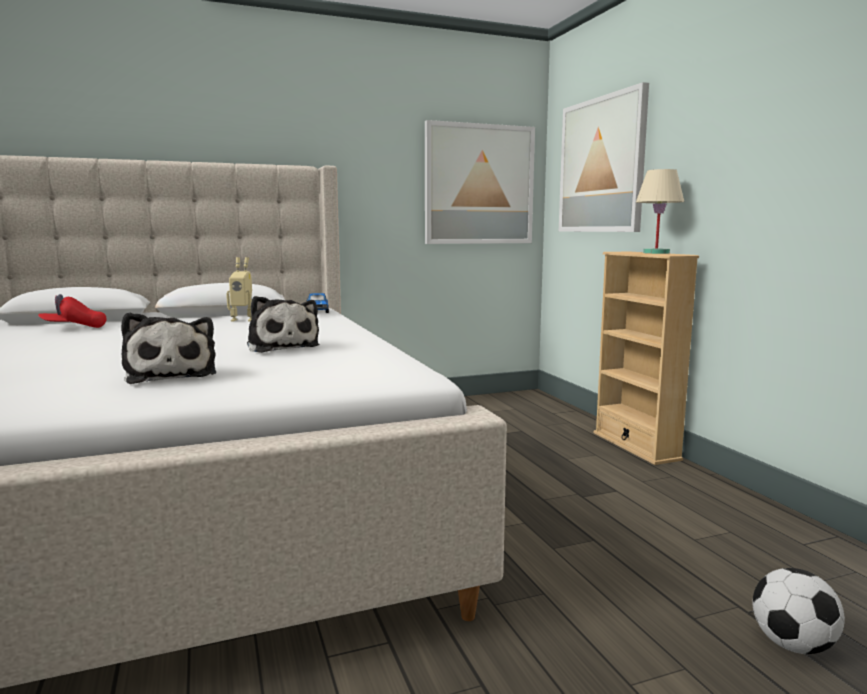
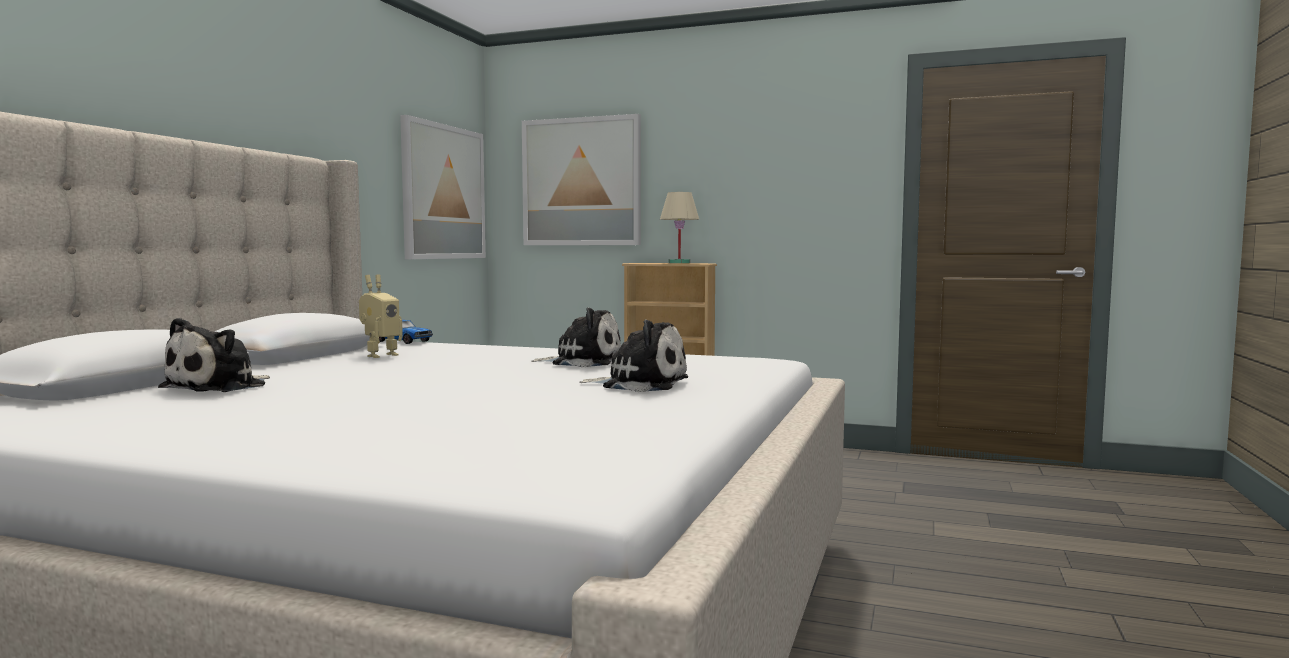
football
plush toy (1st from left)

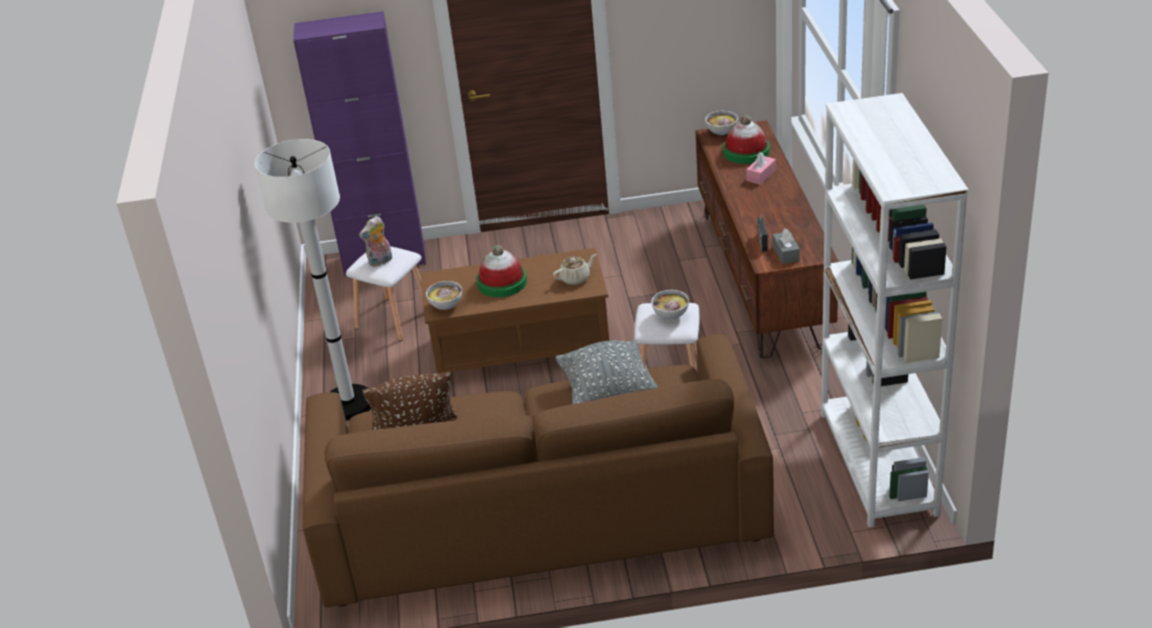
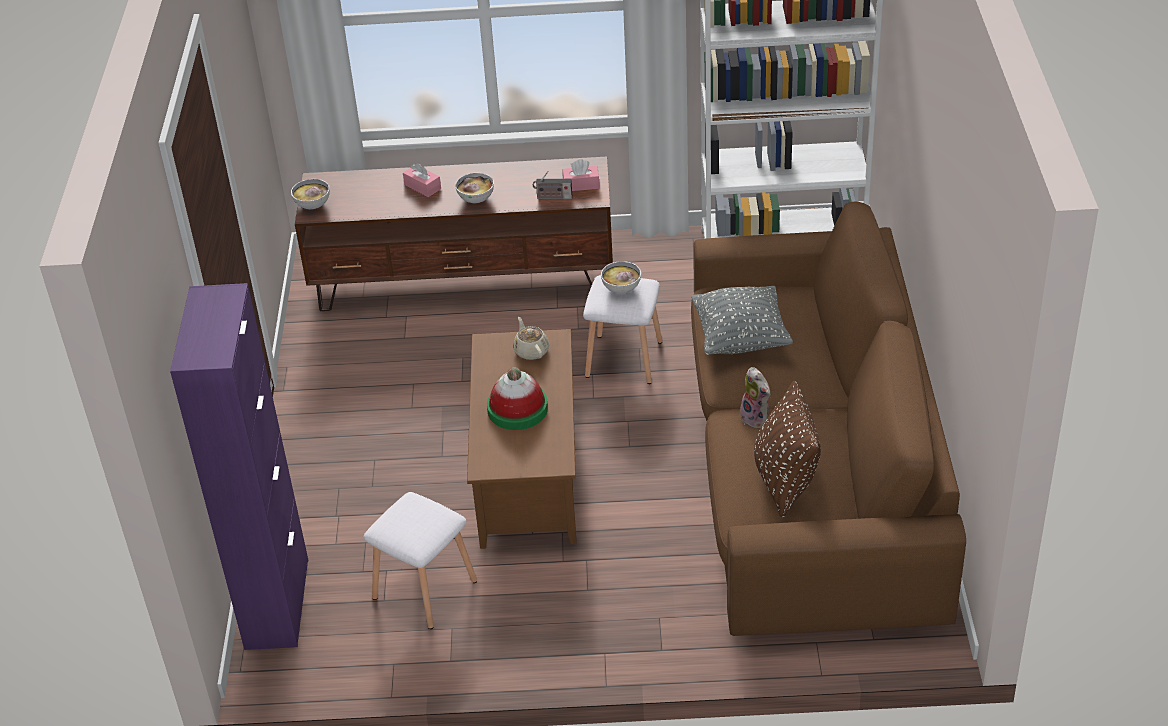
white floor lamp
hat (2nd from left in the first image)
plush toy
bowl (2nd from left)
pink tissue box (2nd from left)

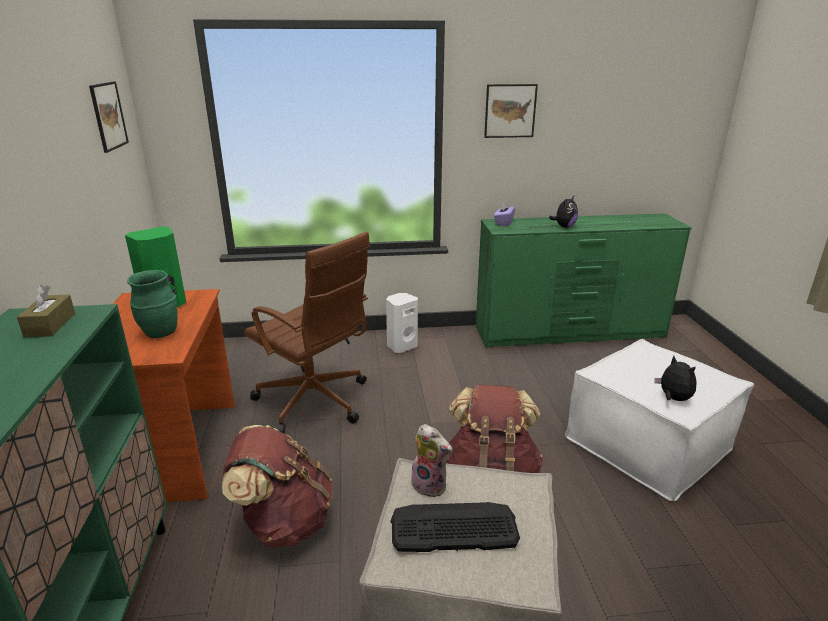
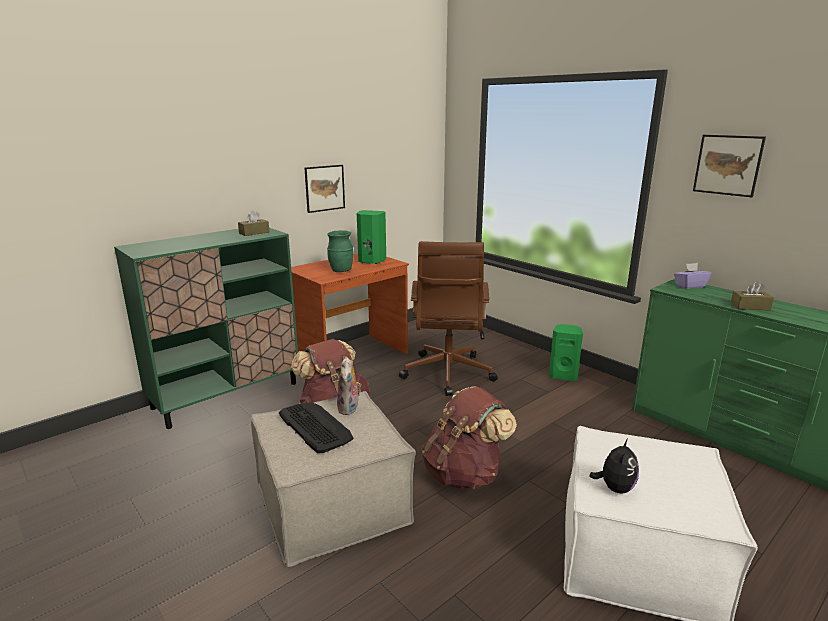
picture (1st from left)
brown tissue box (2nd from left)
green speaker (2nd from left)

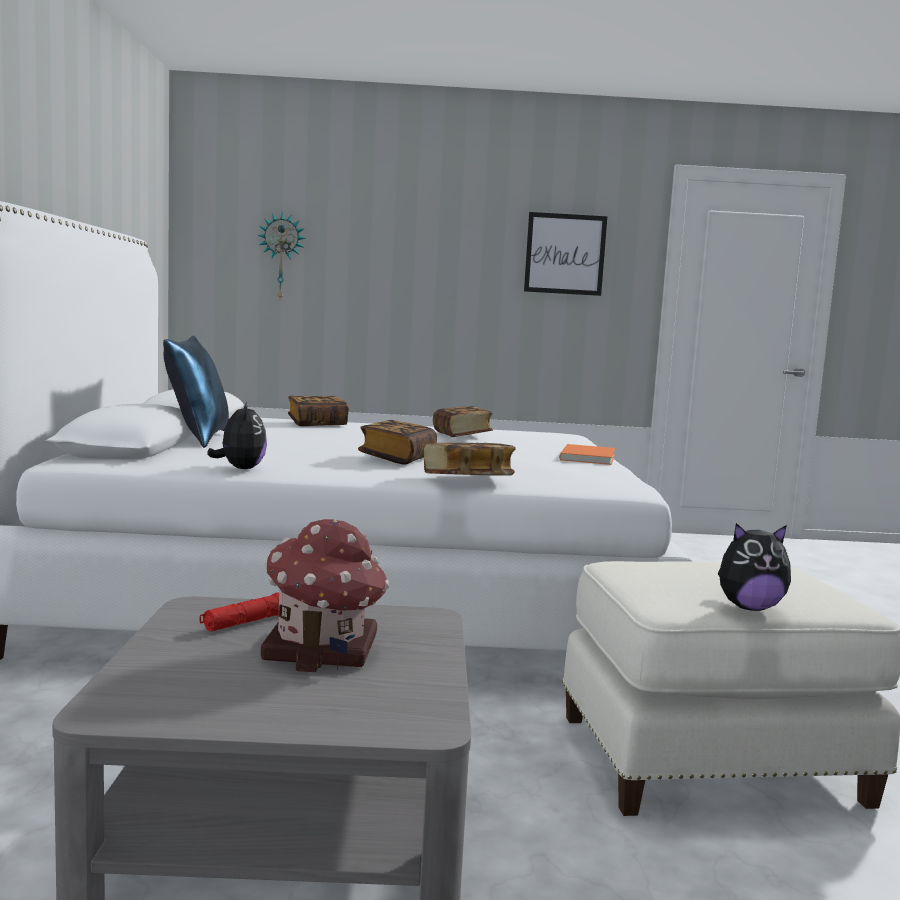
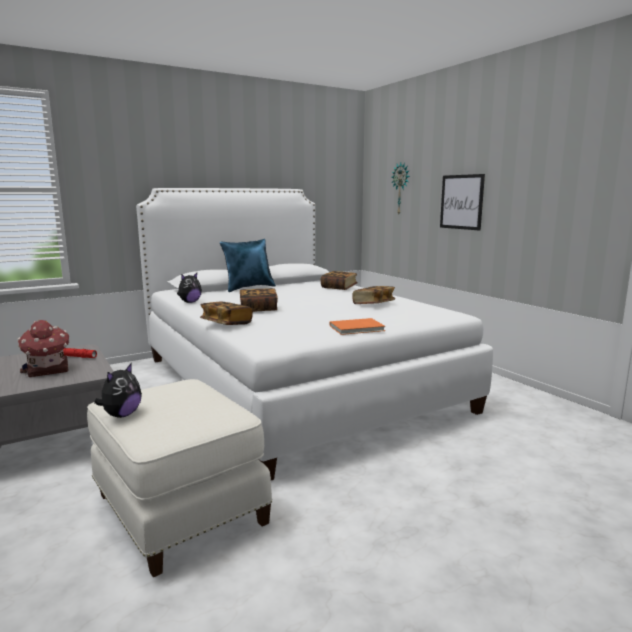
picture
plush toy (1st from left)

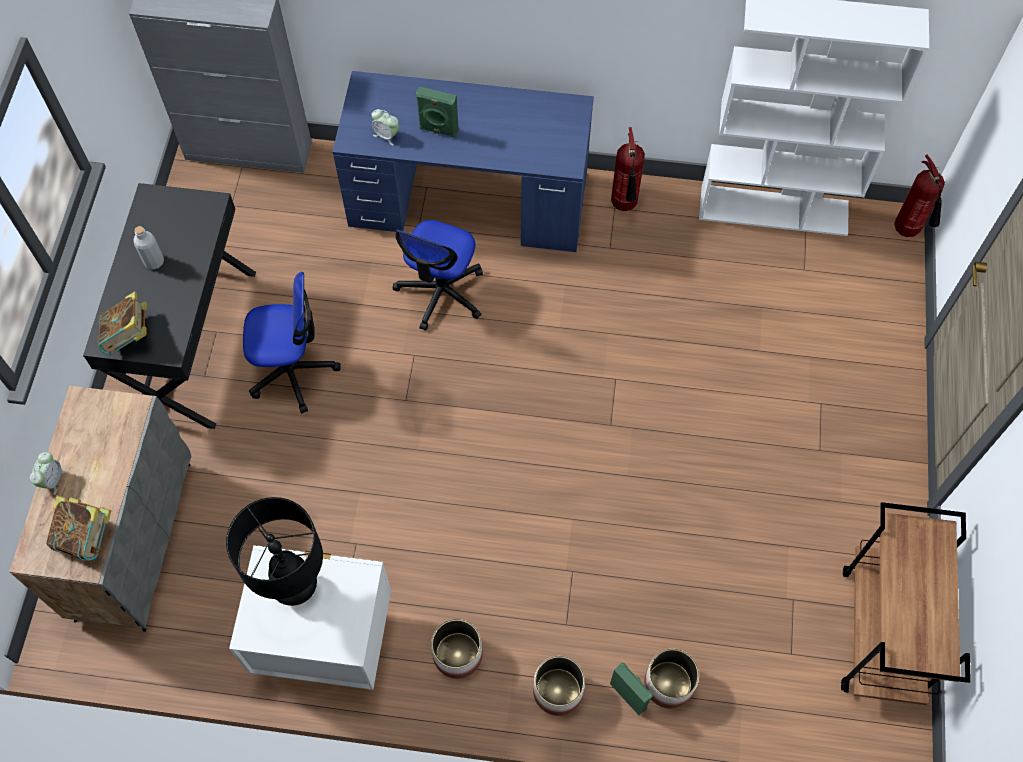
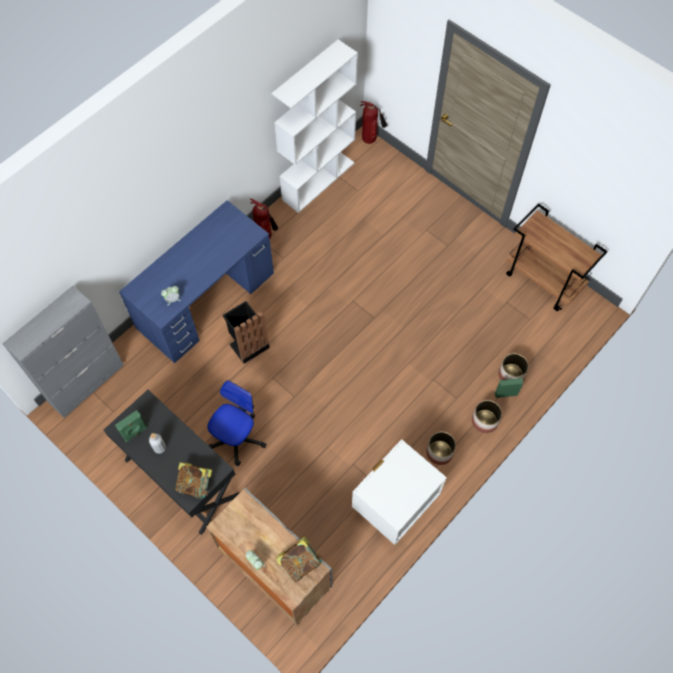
black table lamp
green speaker (1st from left)
black trash can

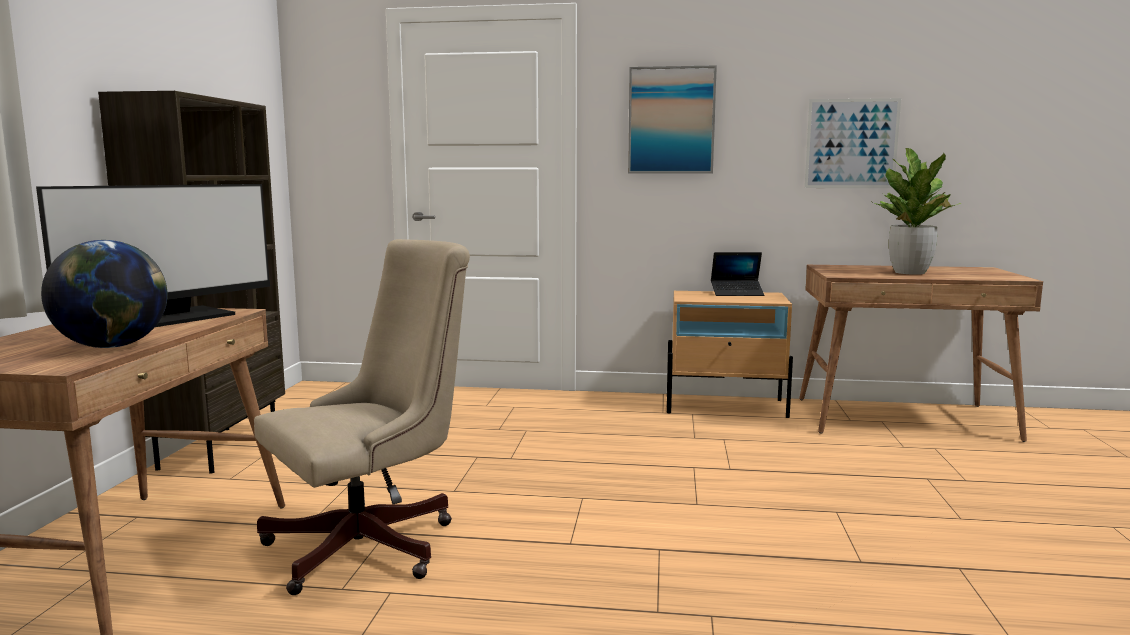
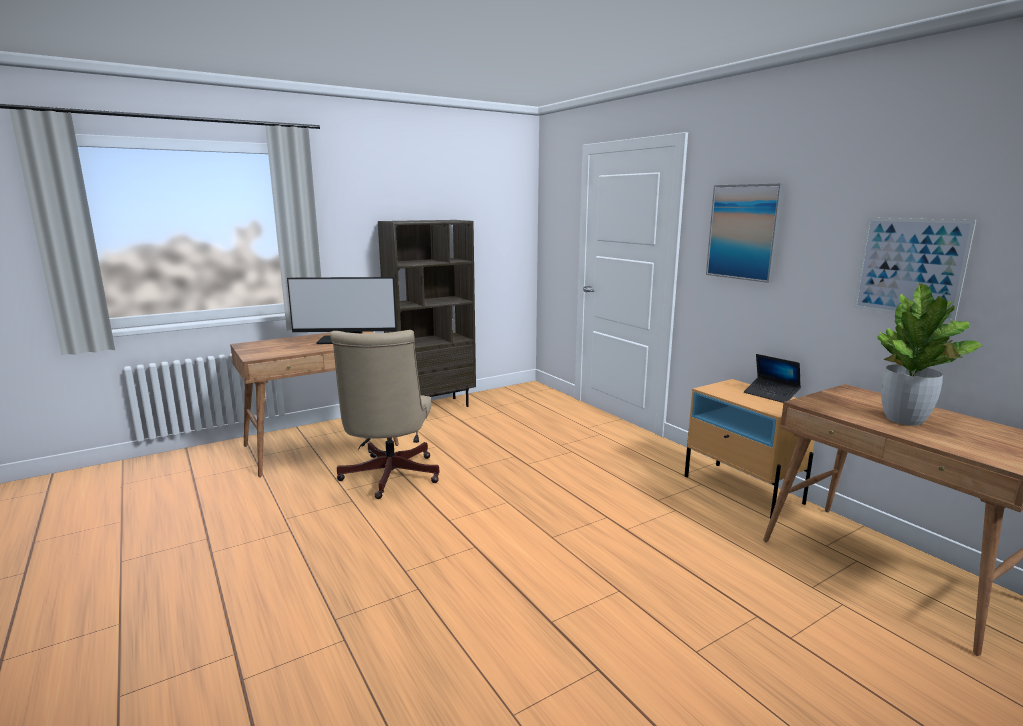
globe
beige office chair

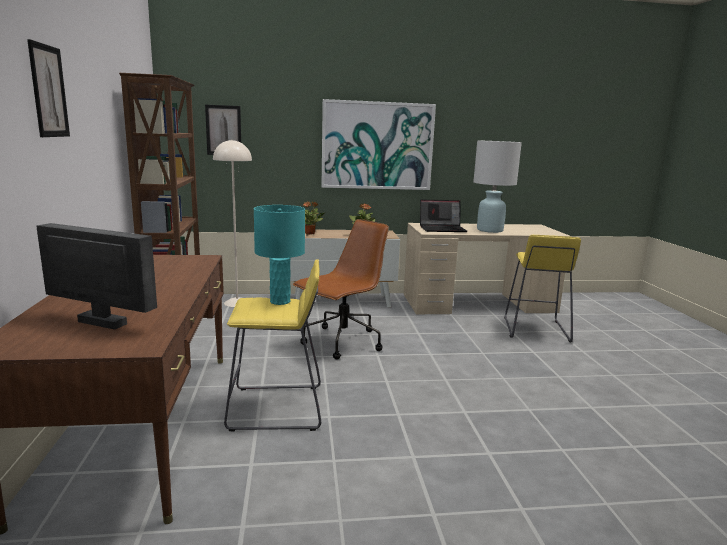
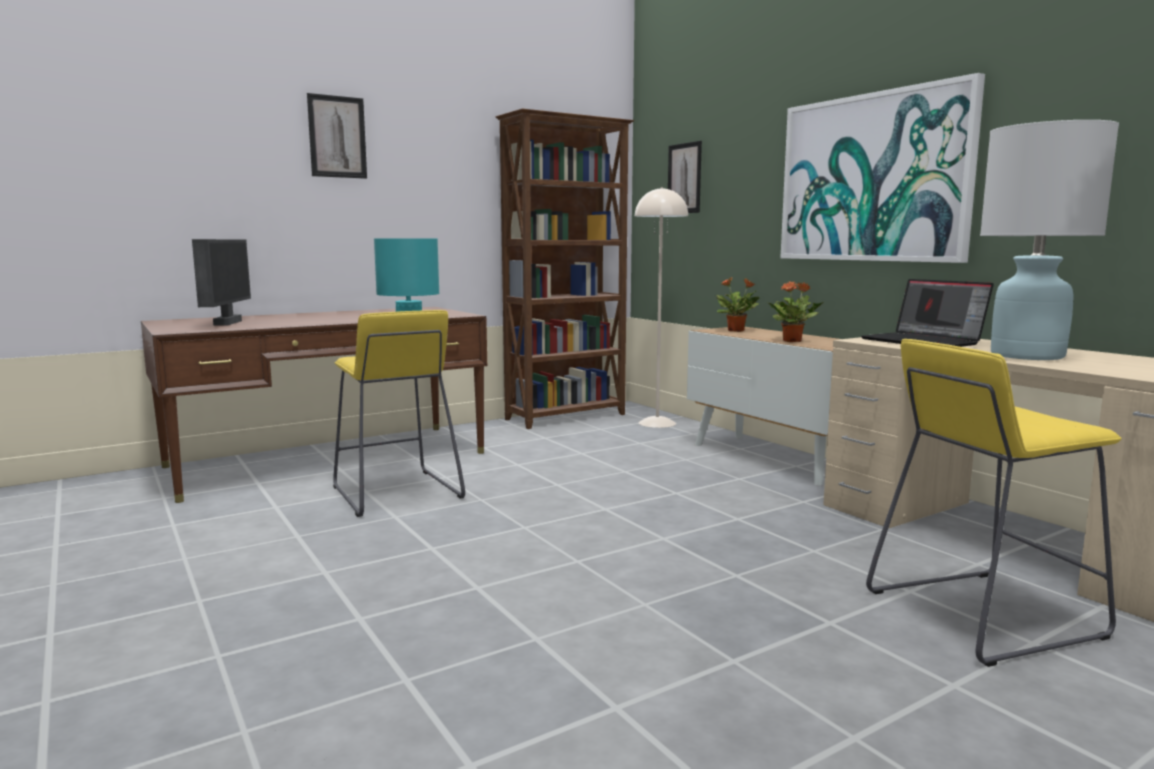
brown office chair

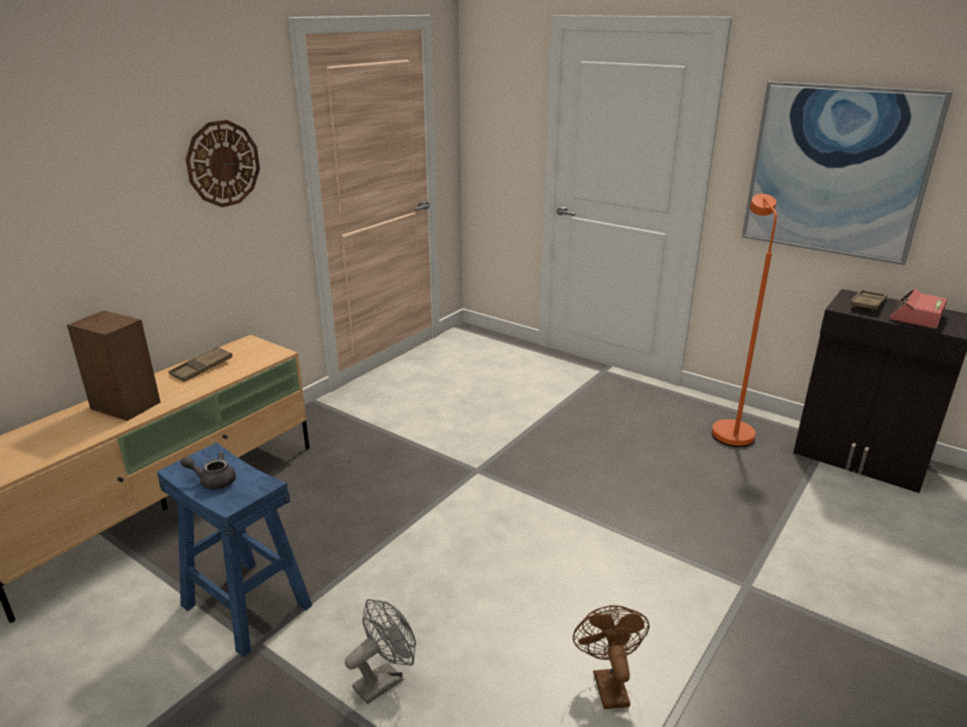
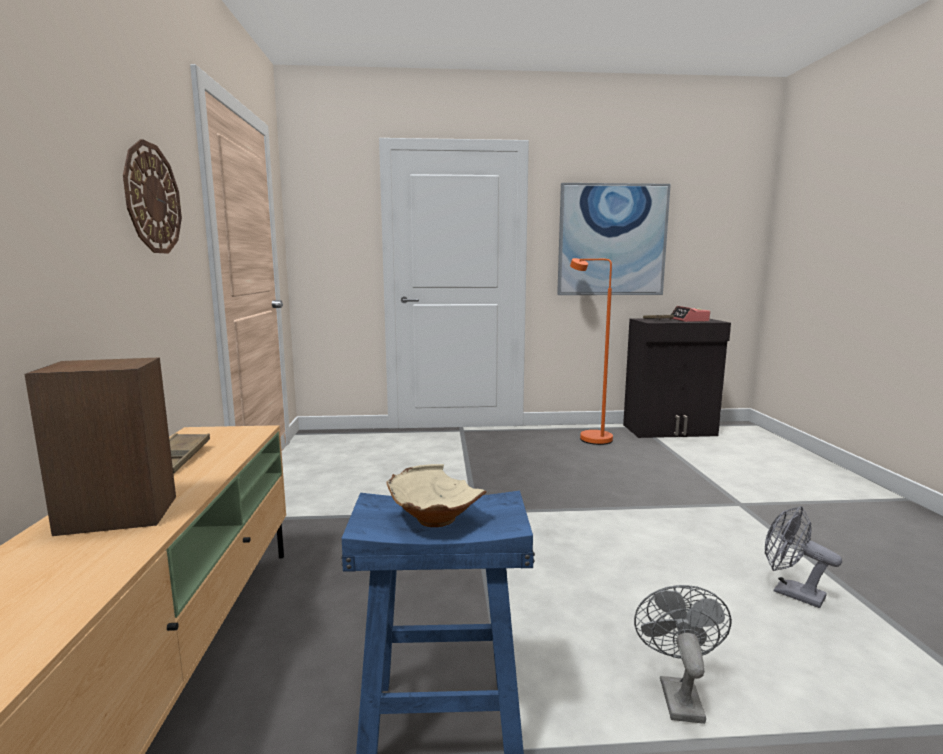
beige bowl
grey fan (2nd from left)

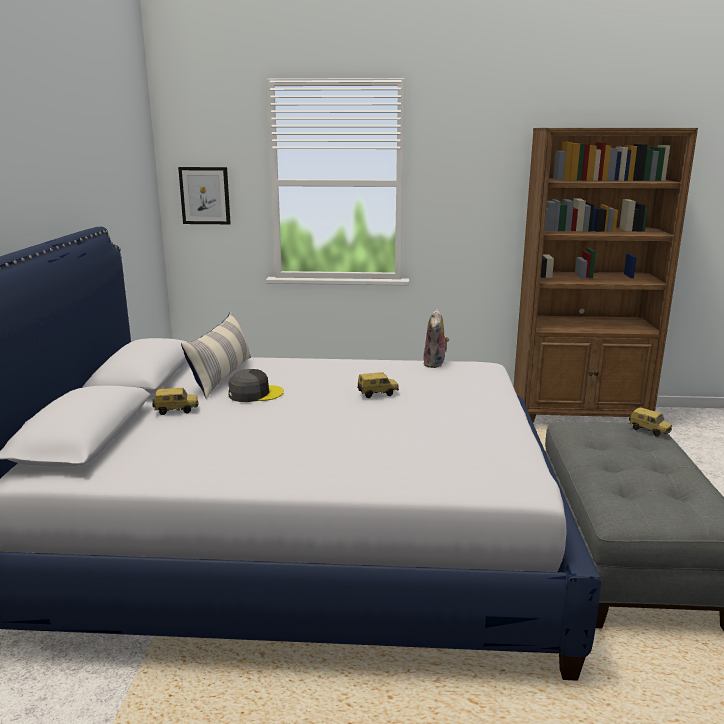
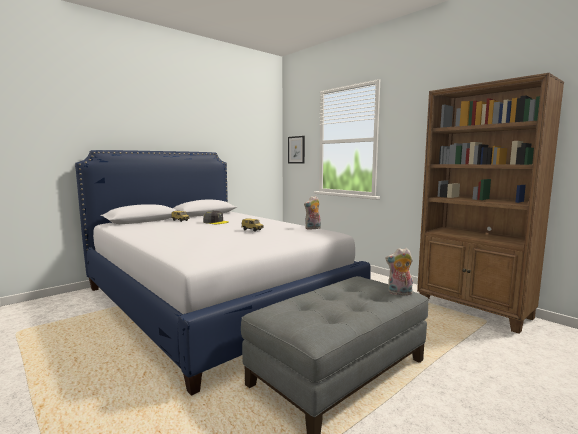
pillow
plush toy (2nd from left)

